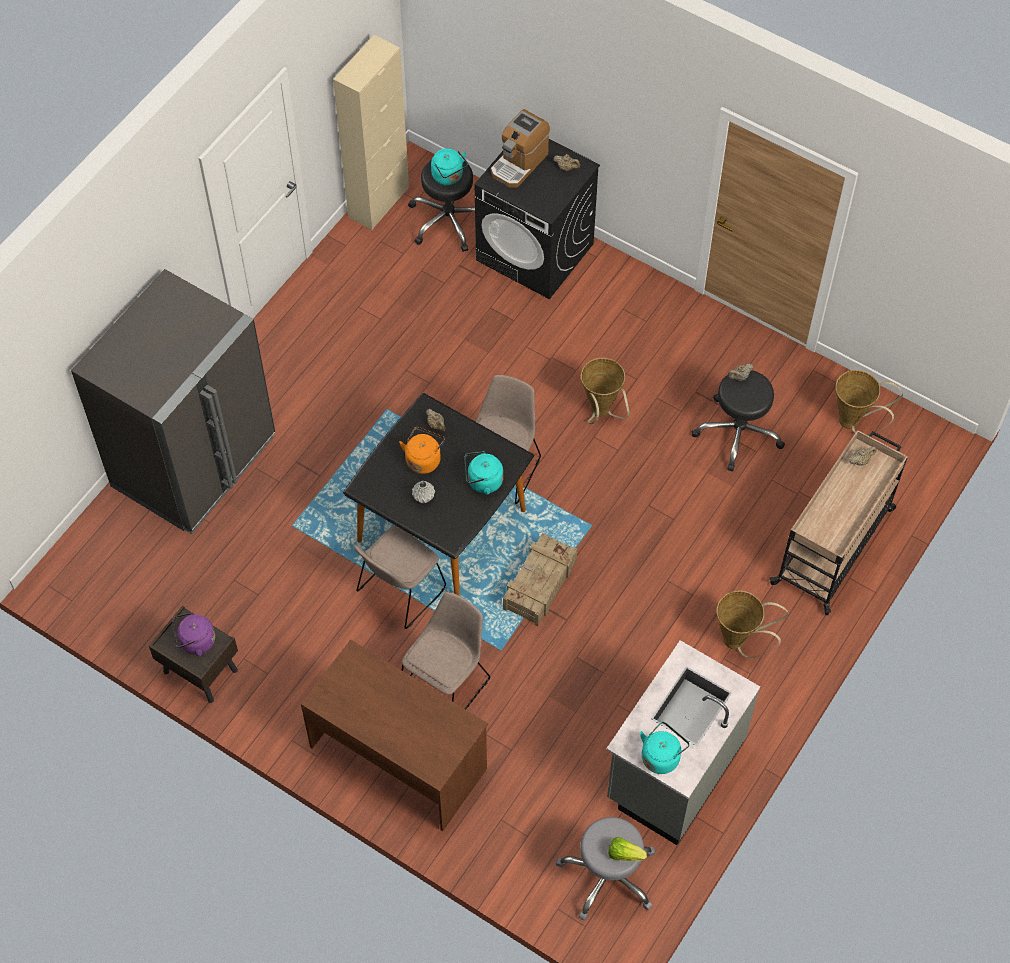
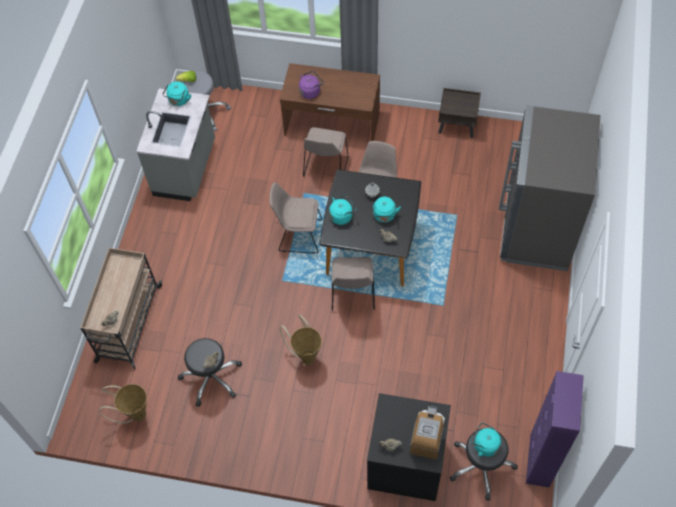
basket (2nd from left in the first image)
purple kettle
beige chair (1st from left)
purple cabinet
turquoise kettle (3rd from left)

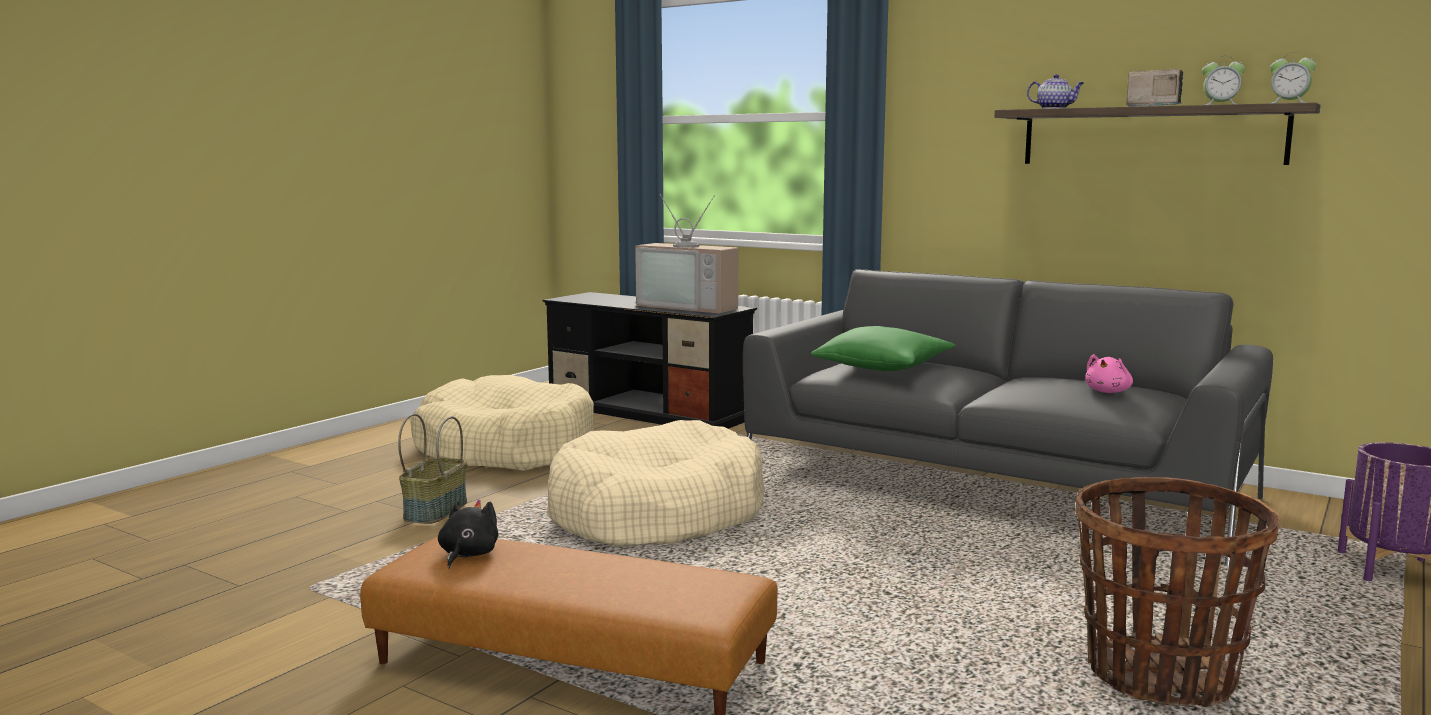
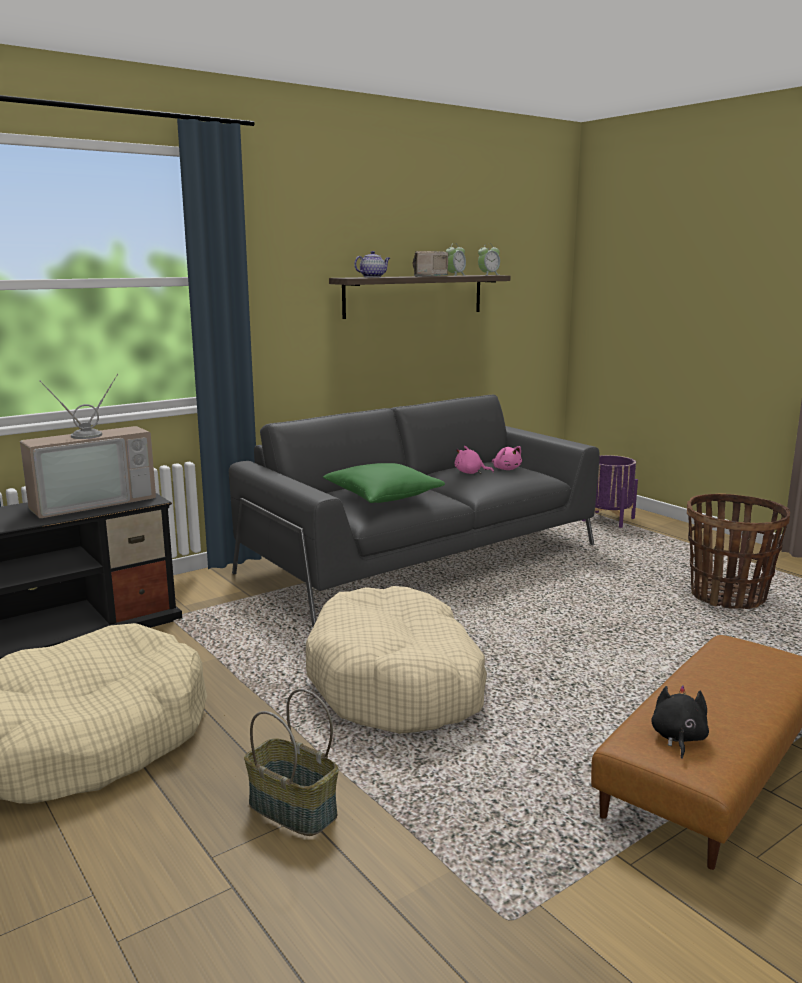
pink plush toy (1st from left)
black plush toy

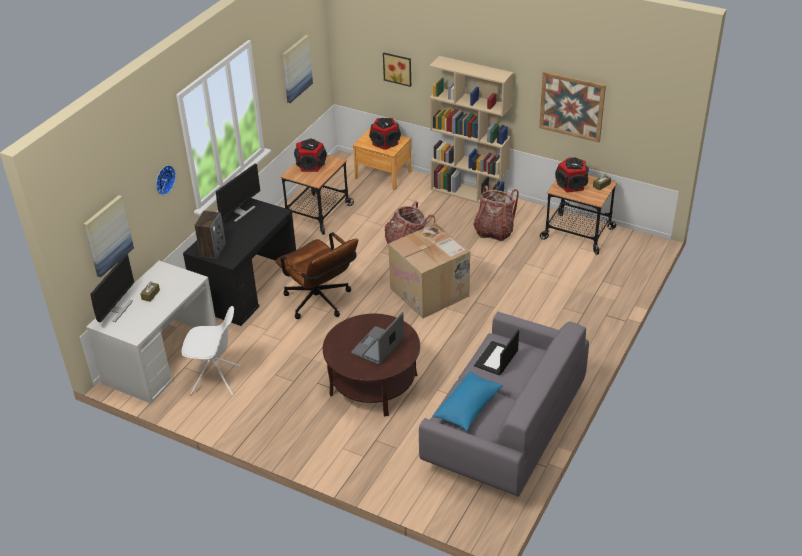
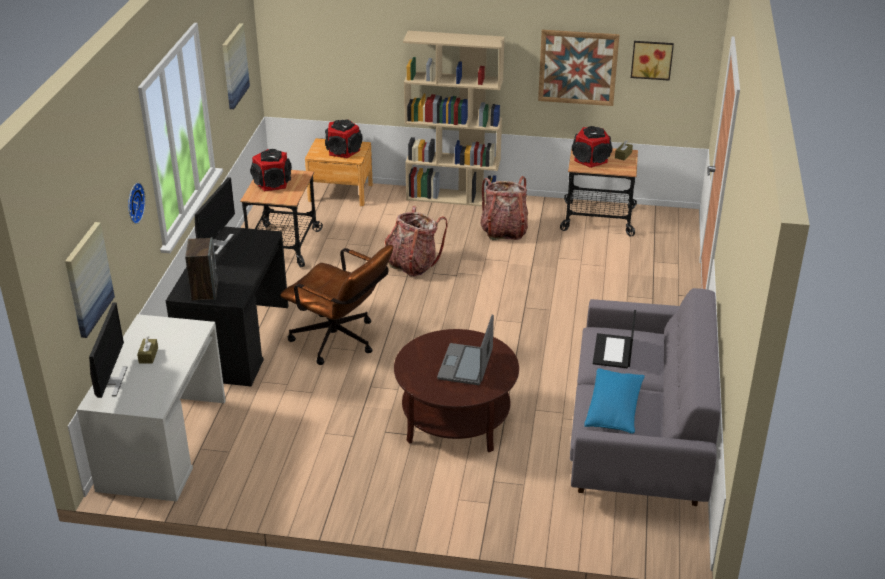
white chair
cardboard box
picture (4th from left)

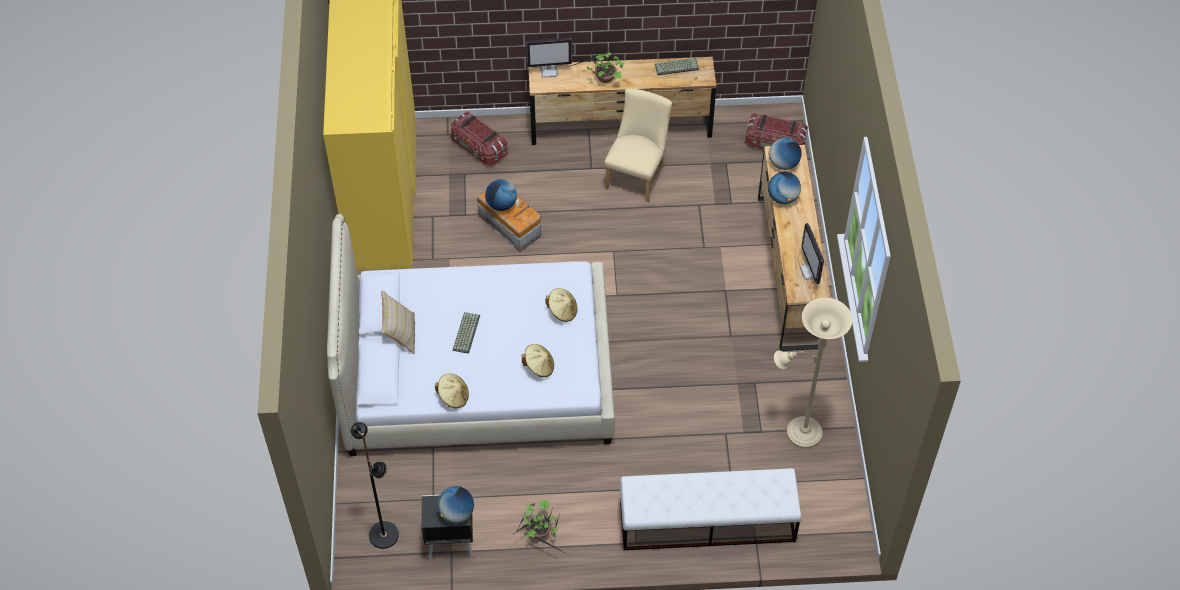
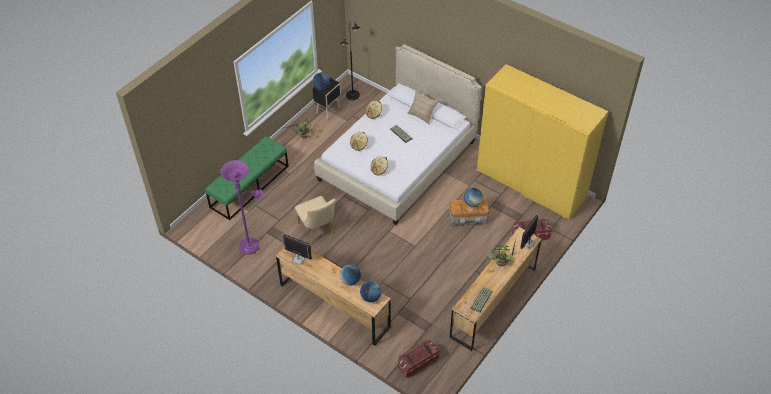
beige chair
green bench
purple floor lamp

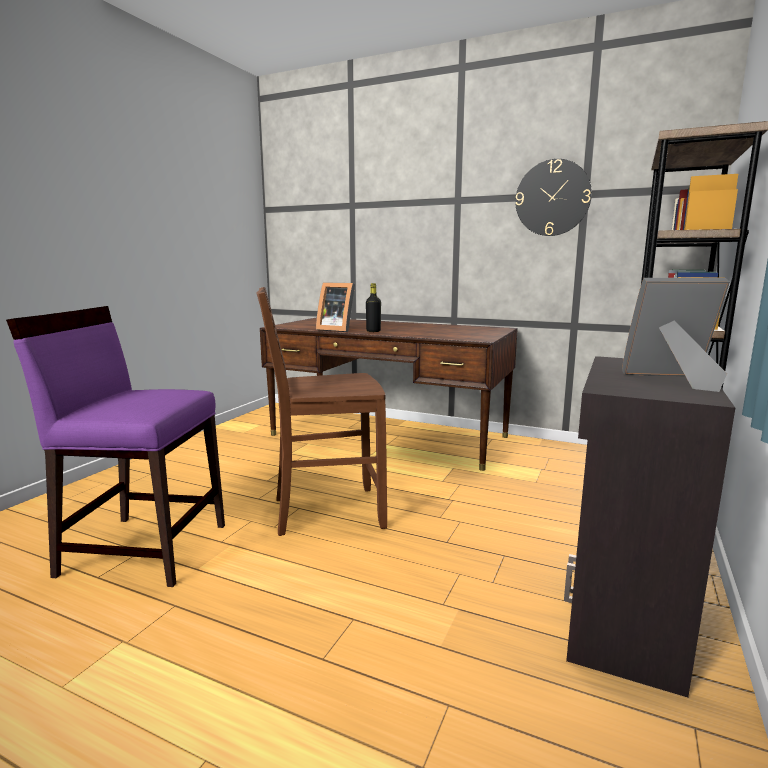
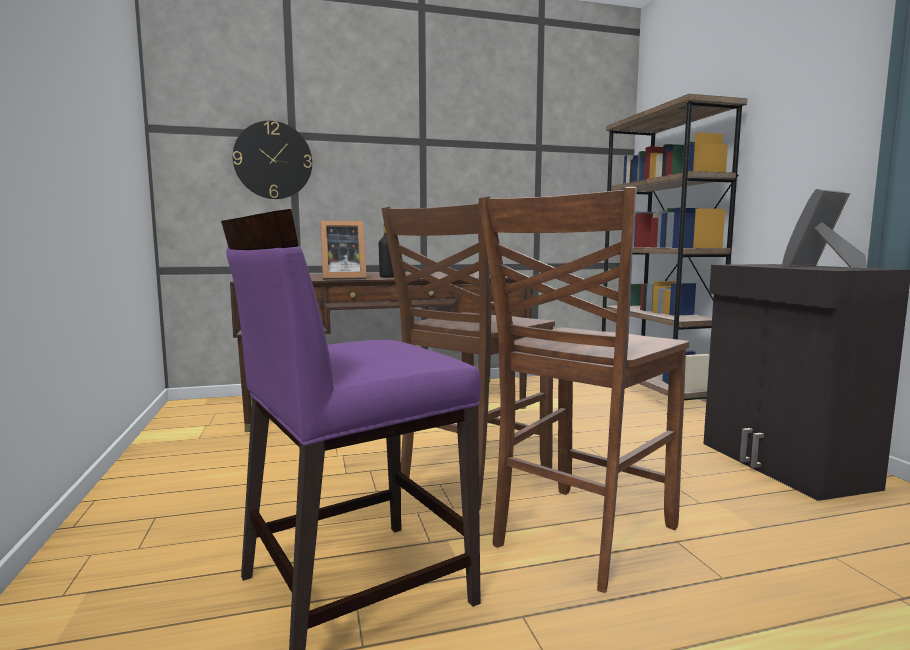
brown chair (2nd from left)
wall clock

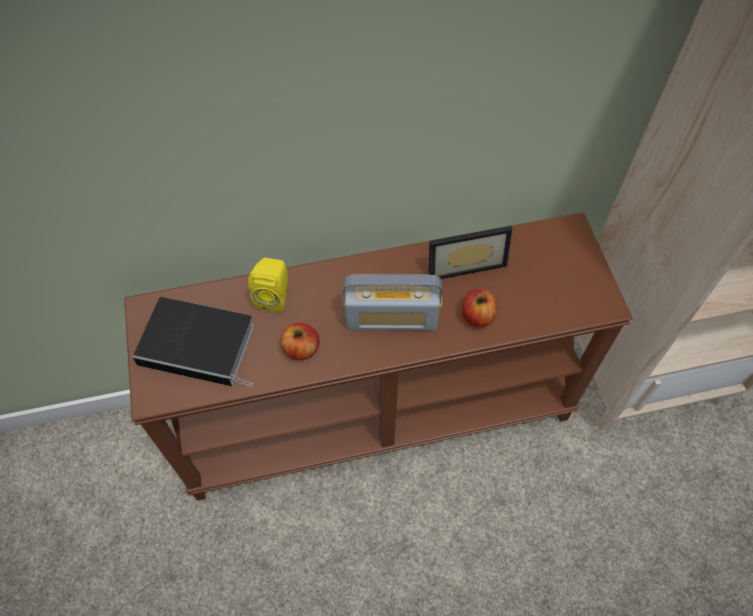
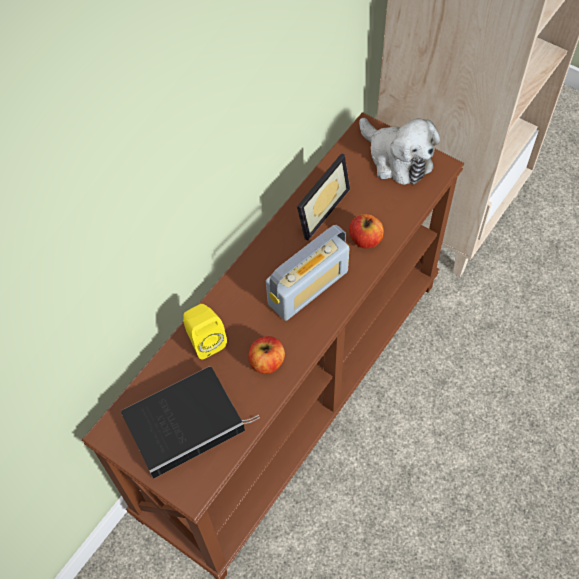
plush toy

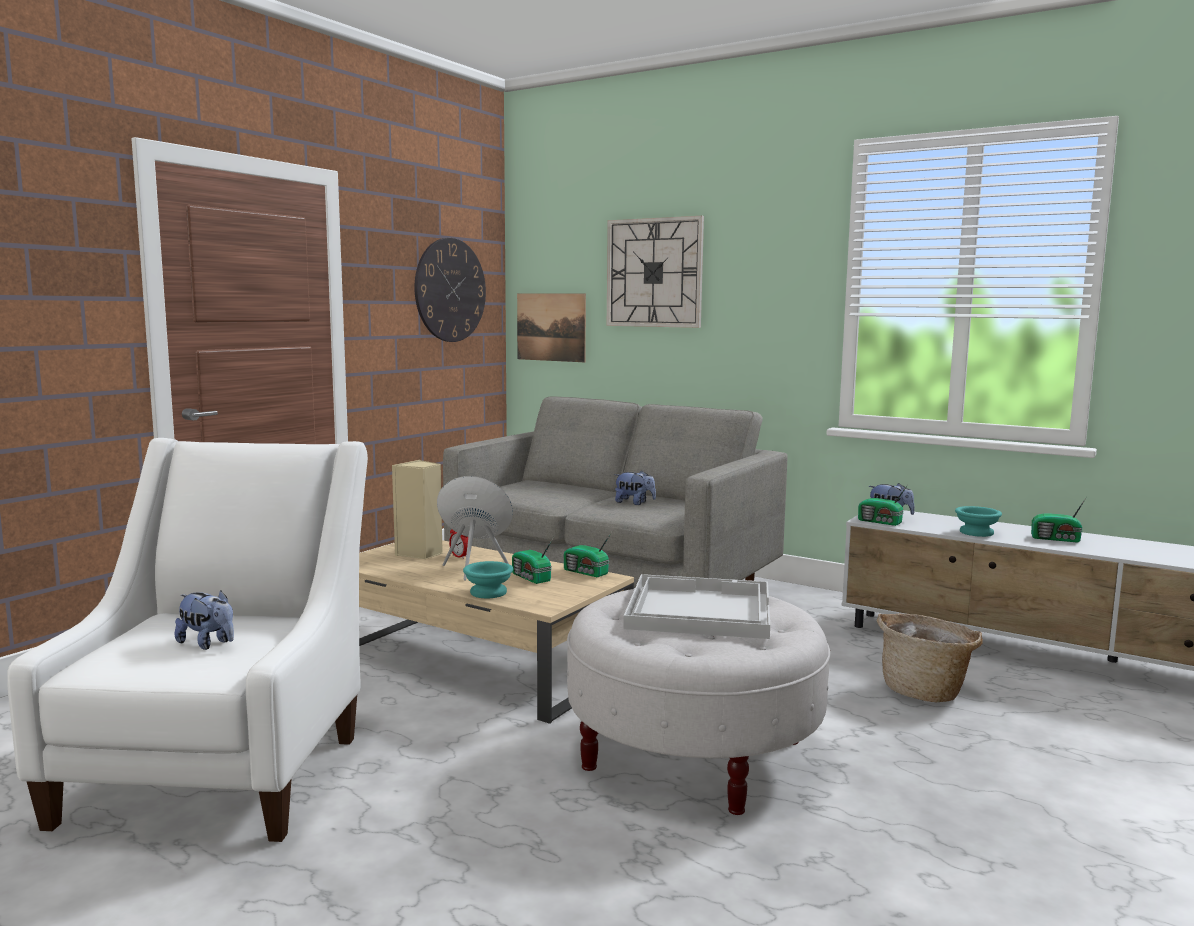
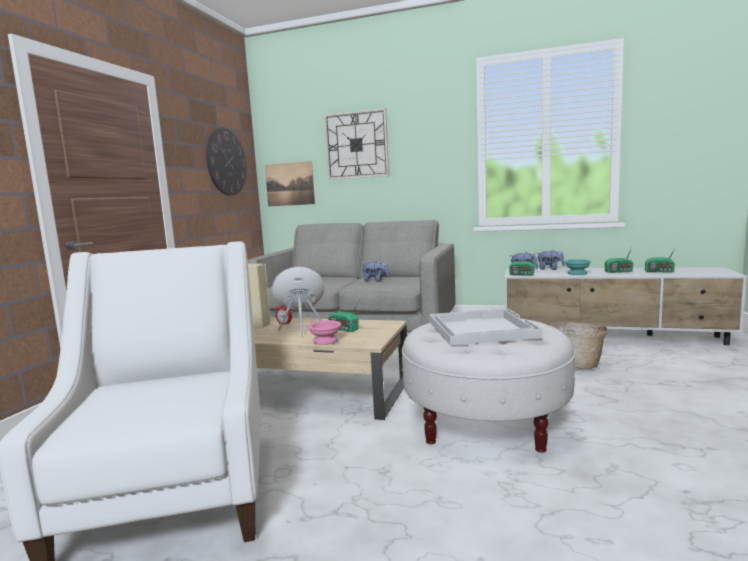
plush toy (3rd from left)
radio (4th from left)
pink bowl

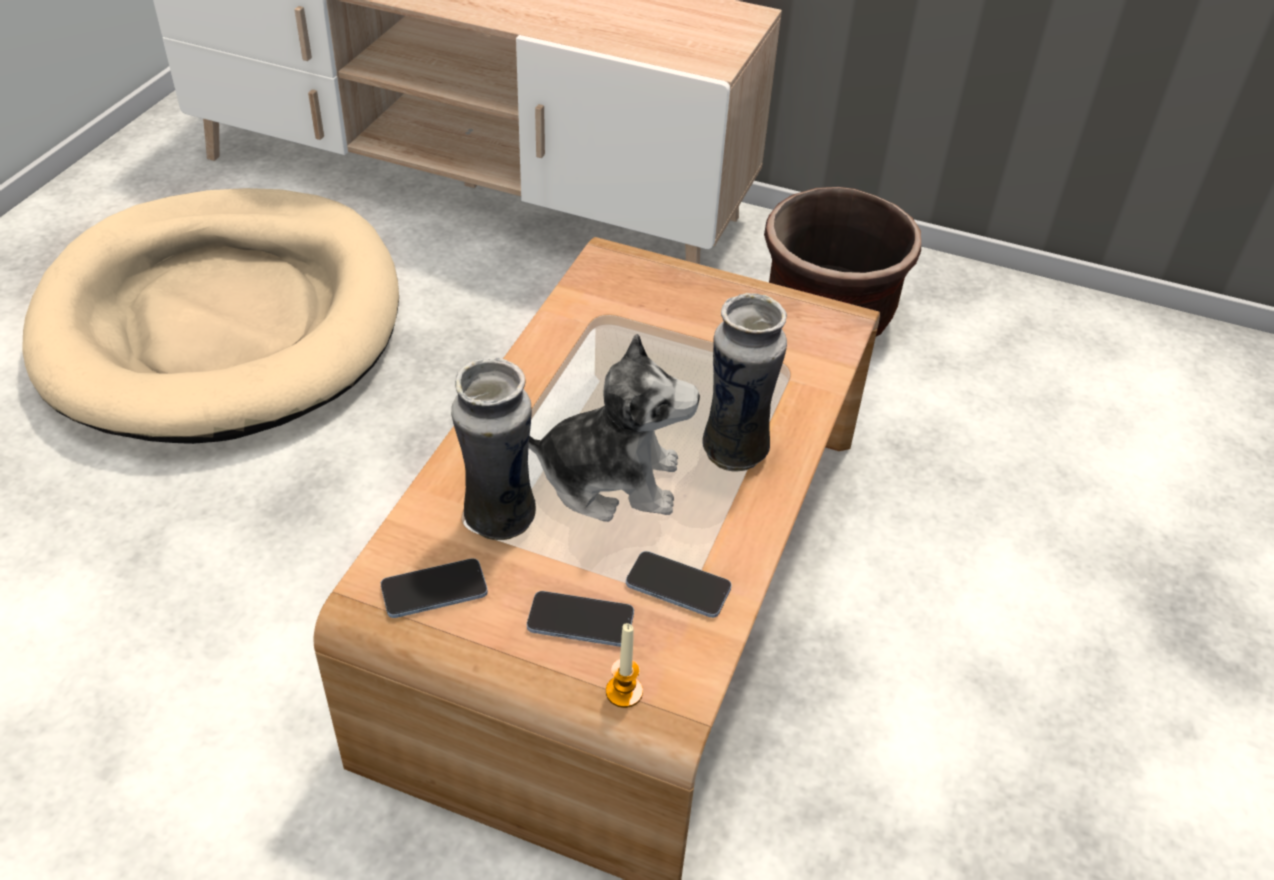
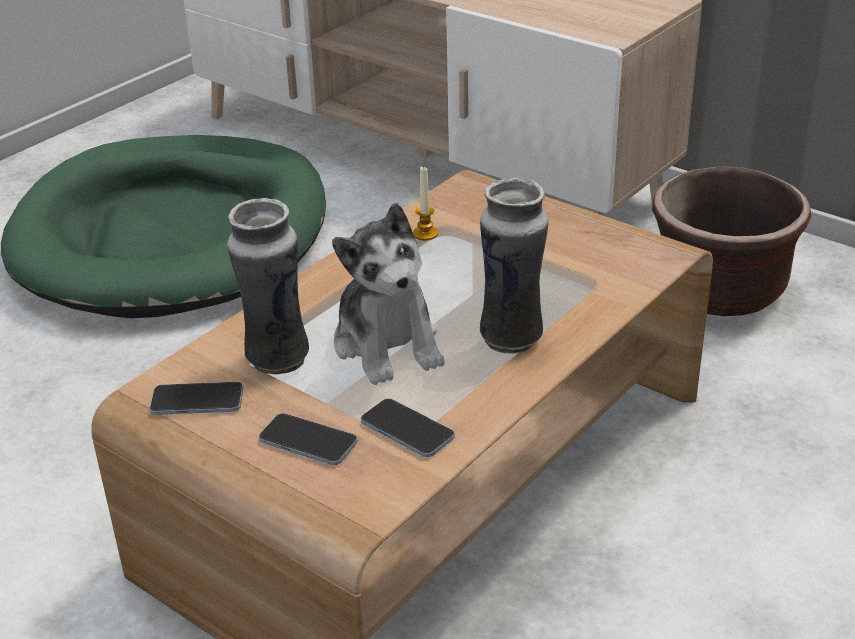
candle
green dog bed
plush toy

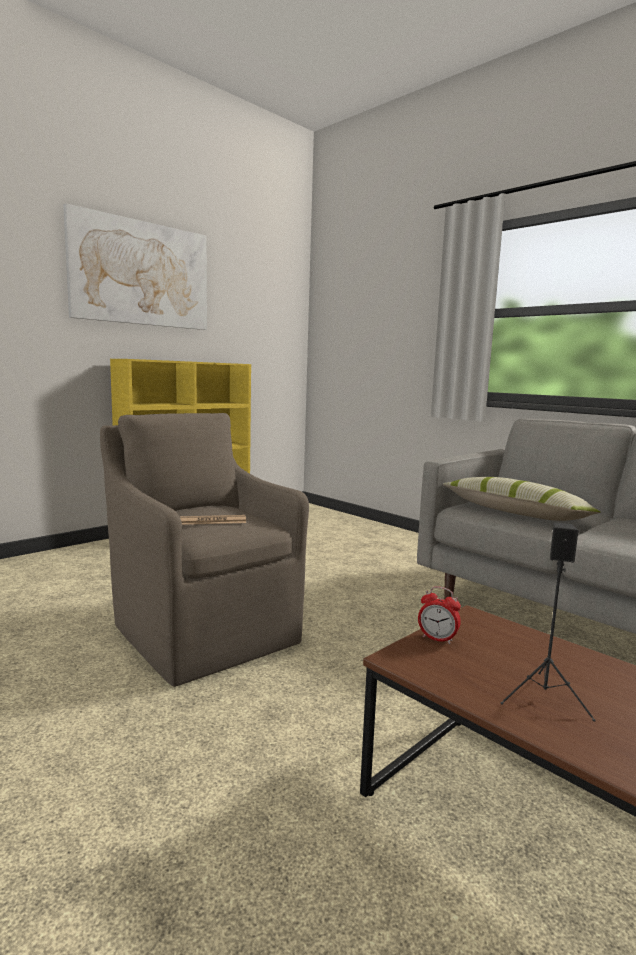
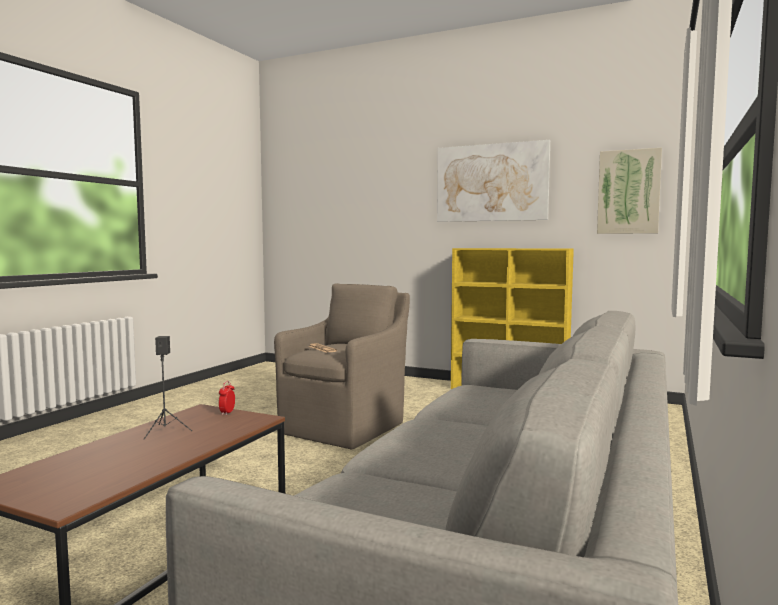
pillow
picture (2nd from left)

